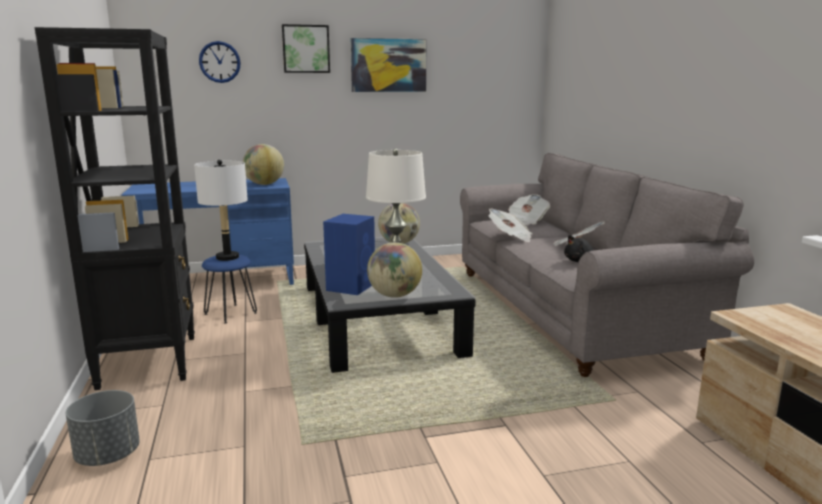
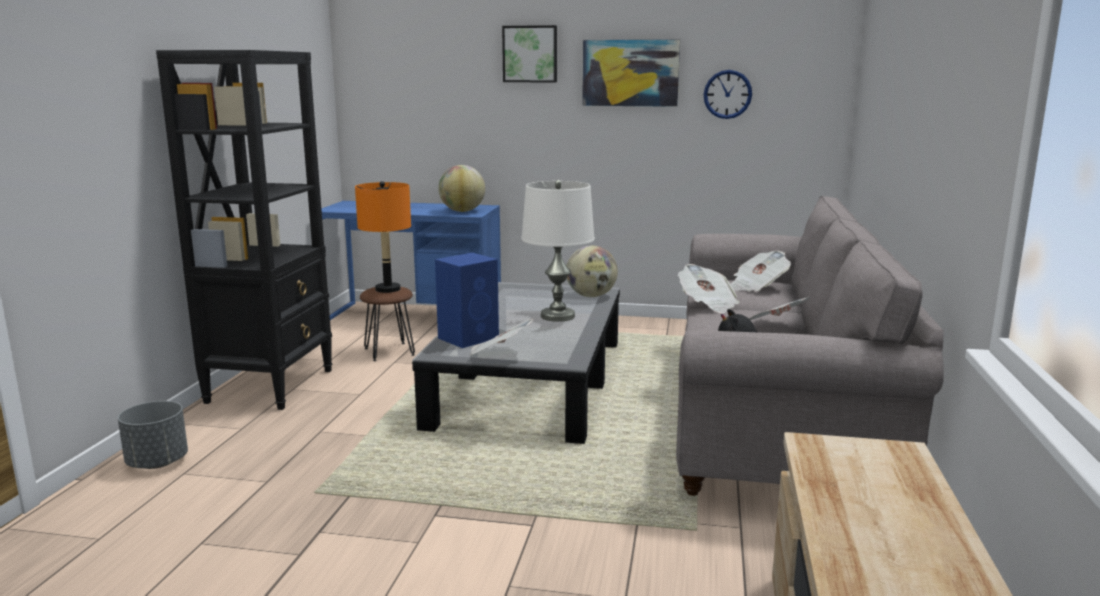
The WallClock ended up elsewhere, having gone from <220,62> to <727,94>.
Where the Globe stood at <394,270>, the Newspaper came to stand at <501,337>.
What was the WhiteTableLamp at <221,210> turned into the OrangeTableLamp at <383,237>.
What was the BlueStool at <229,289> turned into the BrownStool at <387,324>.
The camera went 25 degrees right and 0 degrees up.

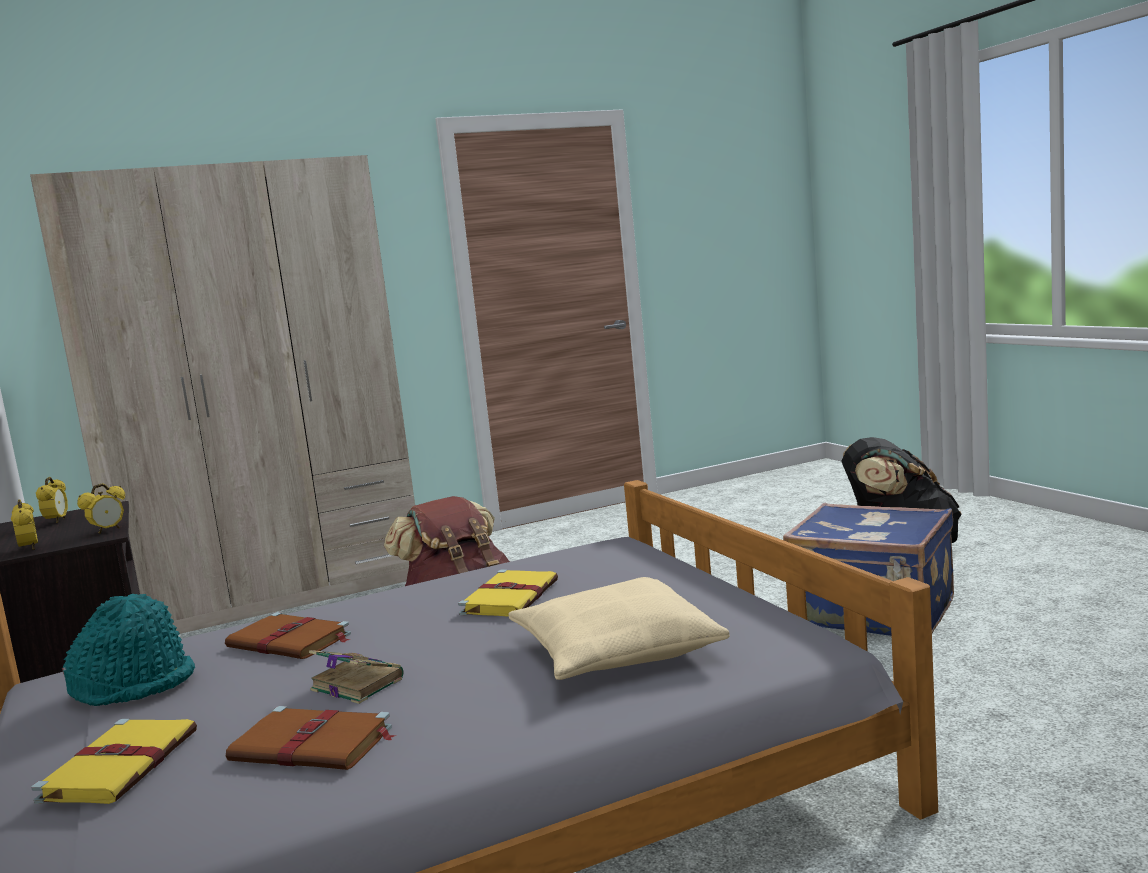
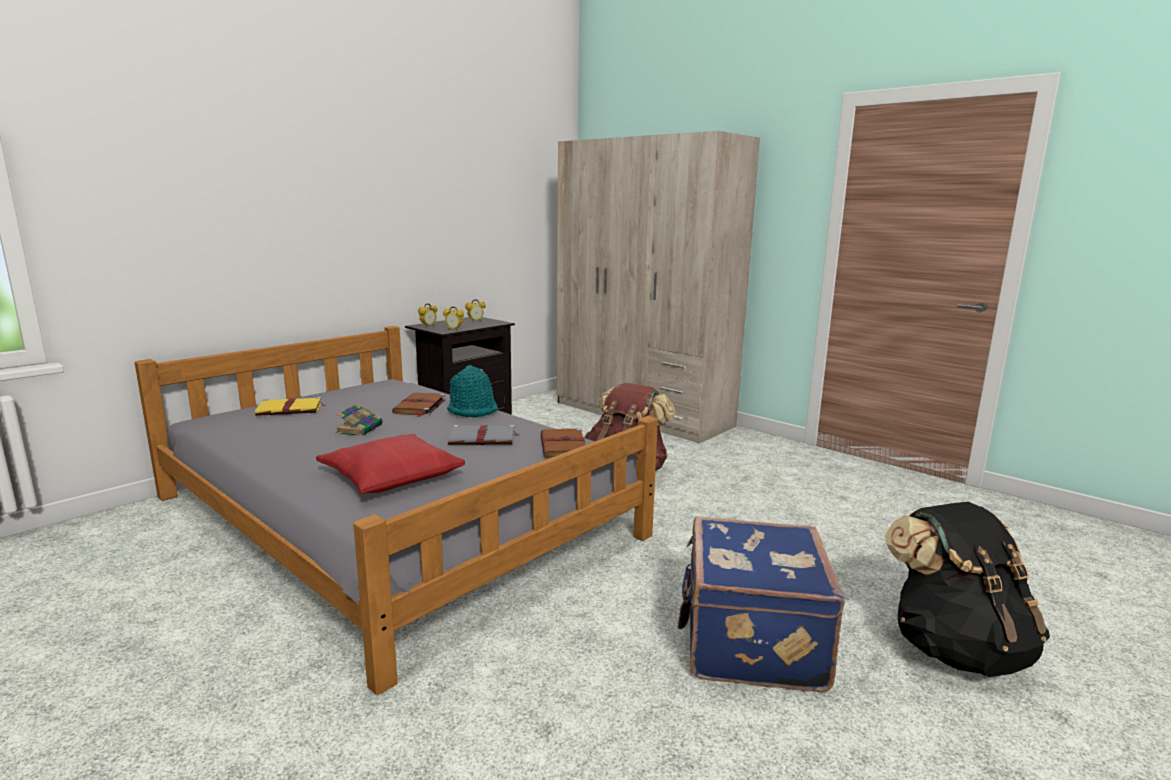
The TurquoiseHat ended up elsewhere, having gone from <128,650> to <472,391>.
The BrownBook ended up elsewhere, having gone from <311,738> to <563,443>.
What was the YellowBook at <508,593> turned into the GreyBook at <484,435>.
What was the BeigePillow at <619,628> turned into the RedPillow at <390,464>.
The camera went 65 degrees right and 5 degrees up.

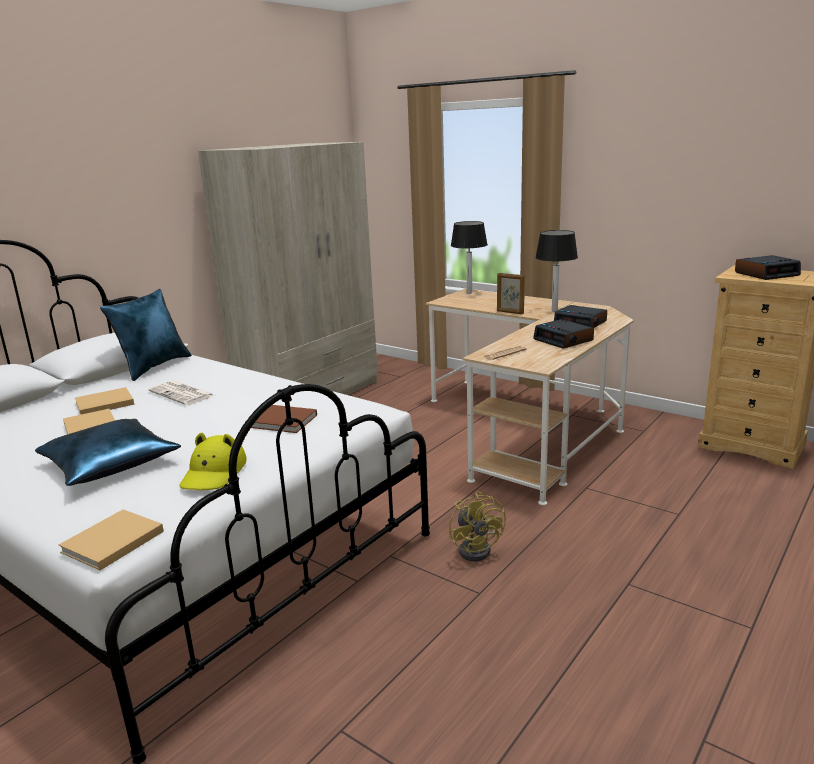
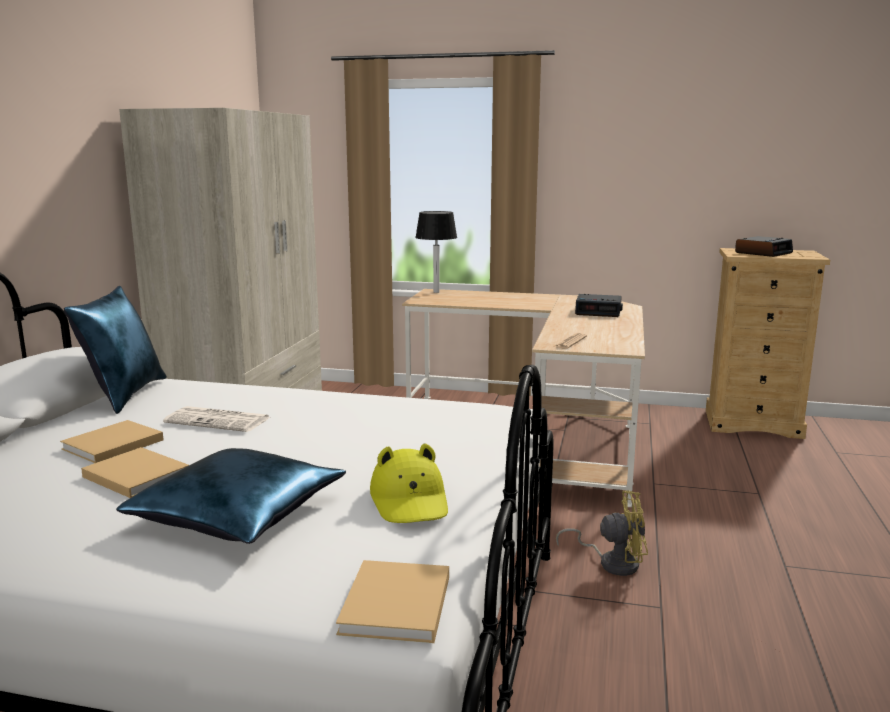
The second view lost the BrownBook at <284,419>.
The second view lost the PictureFrame at <511,293>.
The second view lost the AlarmClock at <563,334>.
The second view lost the TableLamp at <556,271>.
The YellowFan at <477,526> ended up facing another way, 45 degrees counterclockwise from before.
The camera went 25 degrees left and 5 degrees down.

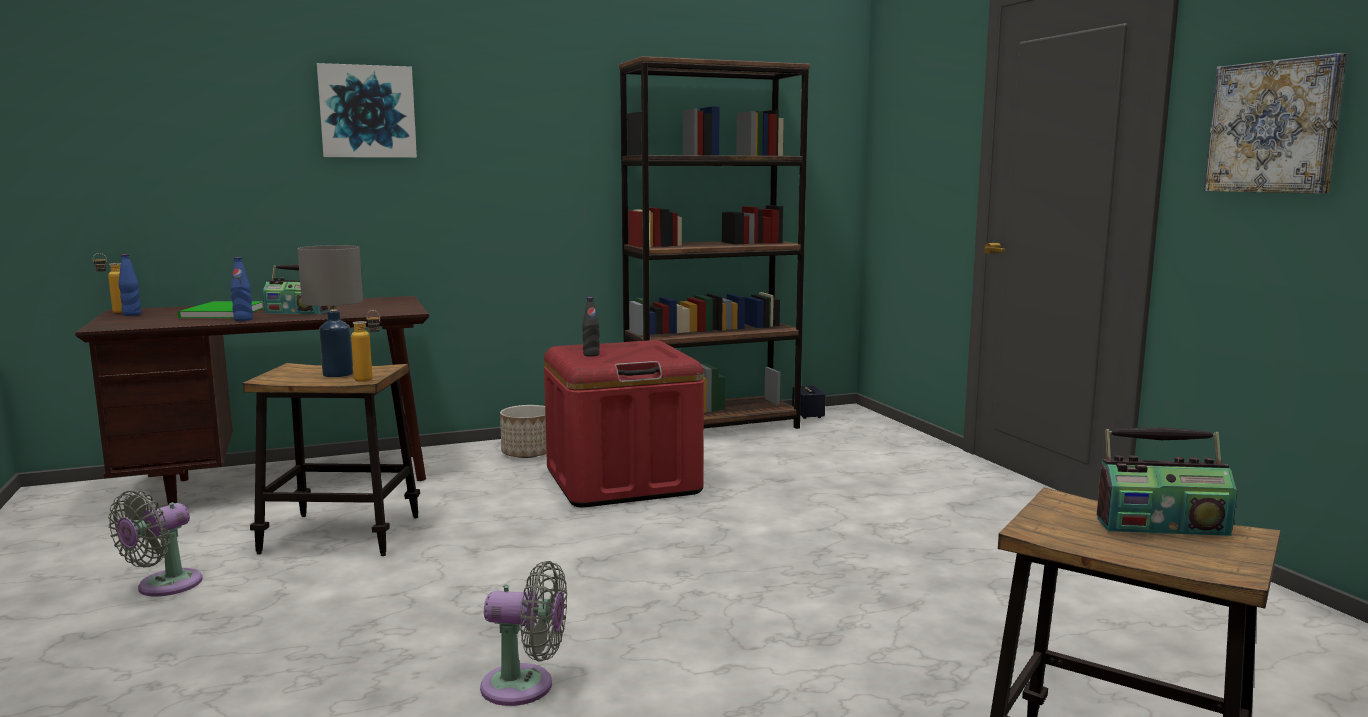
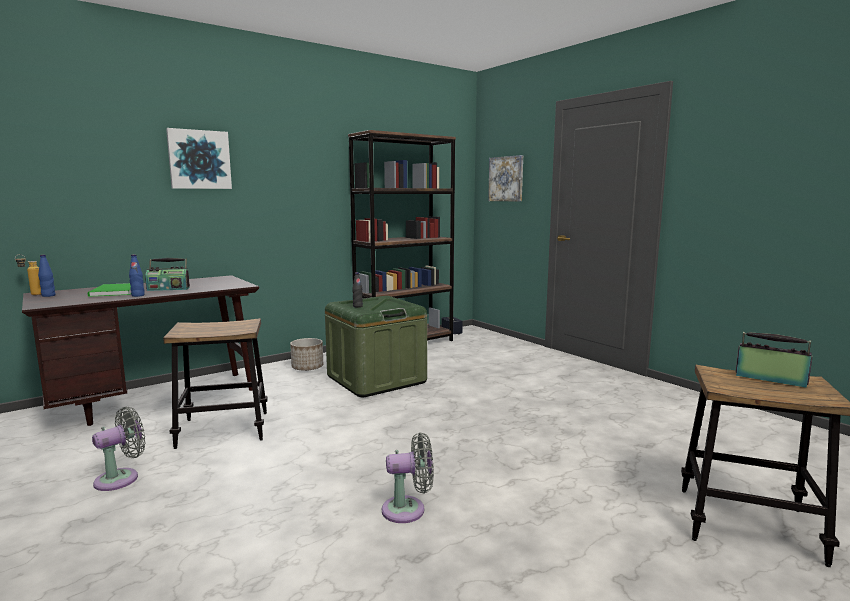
The second view lost the GreyTableLamp at <330,311>.
The second view lost the Bottle at <365,345>.
The Picture ended up elsewhere, having gone from <1275,123> to <505,178>.
What was the RedStorageBox at <624,424> turned into the GreenStorageBox at <376,346>.
The GreyFan at <155,543> ended up facing another way, 150 degrees counterclockwise from before.
The Radio at <1167,481> ended up facing another way, 135 degrees counterclockwise from before.
The camera went 15 degrees left and 0 degrees up.

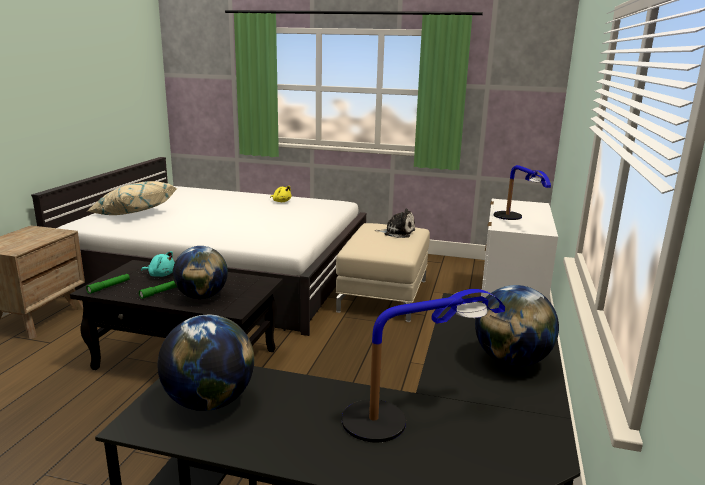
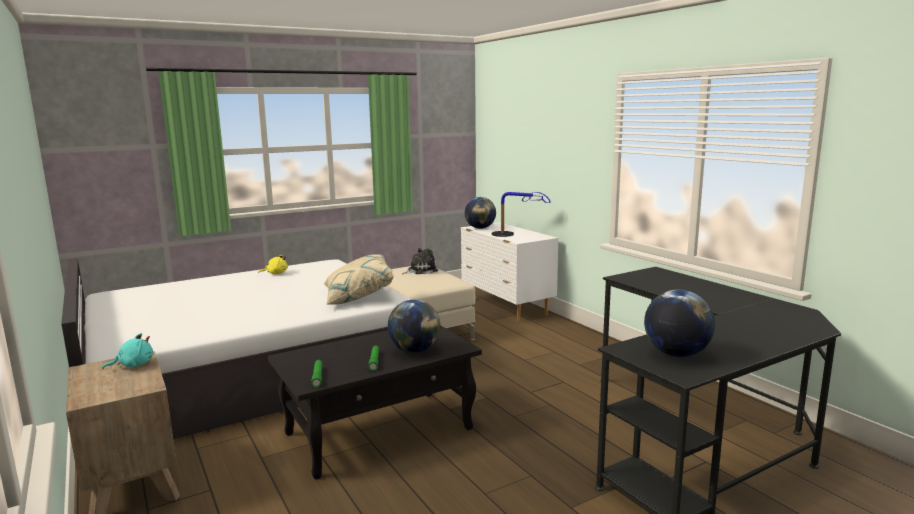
The second view lost the TableLamp at <423,366>.
The BeigePillow ended up elsewhere, having gone from <132,198> to <359,279>.
The TurquoisePlushToy ended up elsewhere, having gone from <158,264> to <127,351>.
The Globe ended up elsewhere, having gone from <517,326> to <480,213>.
The camera went 45 degrees left and 5 degrees down.

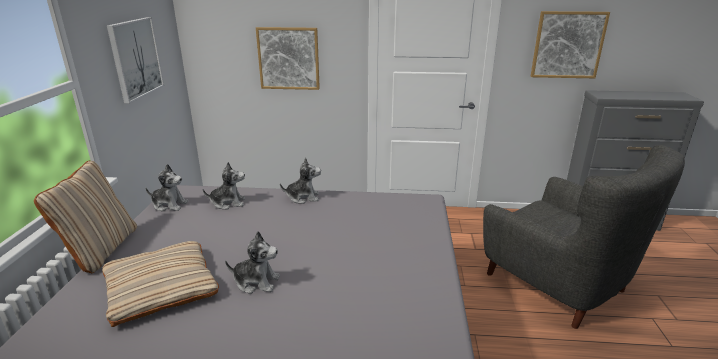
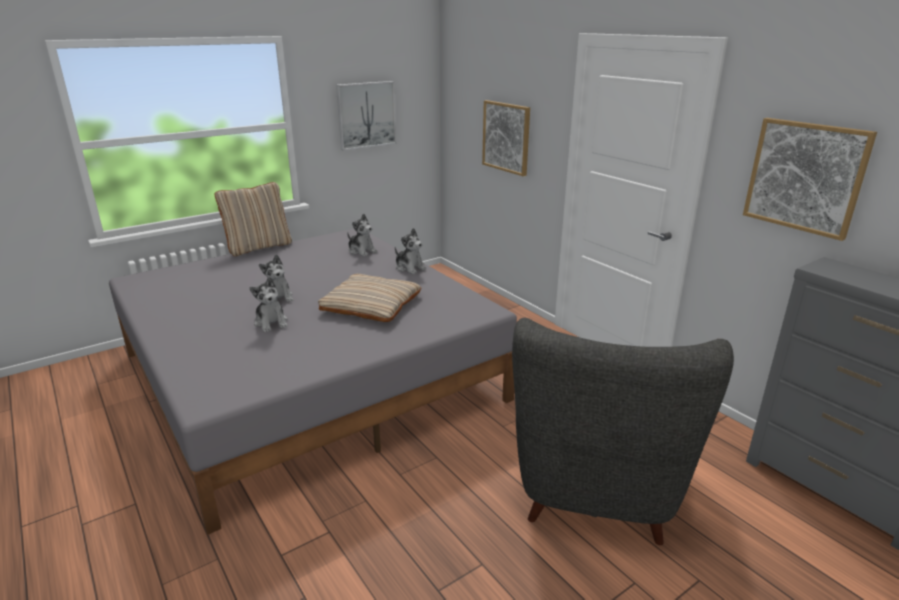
The BeigePillow ended up elsewhere, having gone from <160,284> to <369,298>.
The PlushToy ended up elsewhere, having gone from <167,188> to <268,304>.
The camera went 50 degrees right and 0 degrees up.

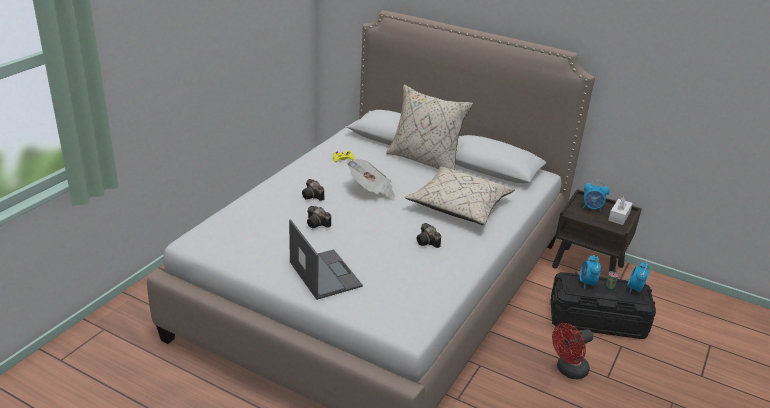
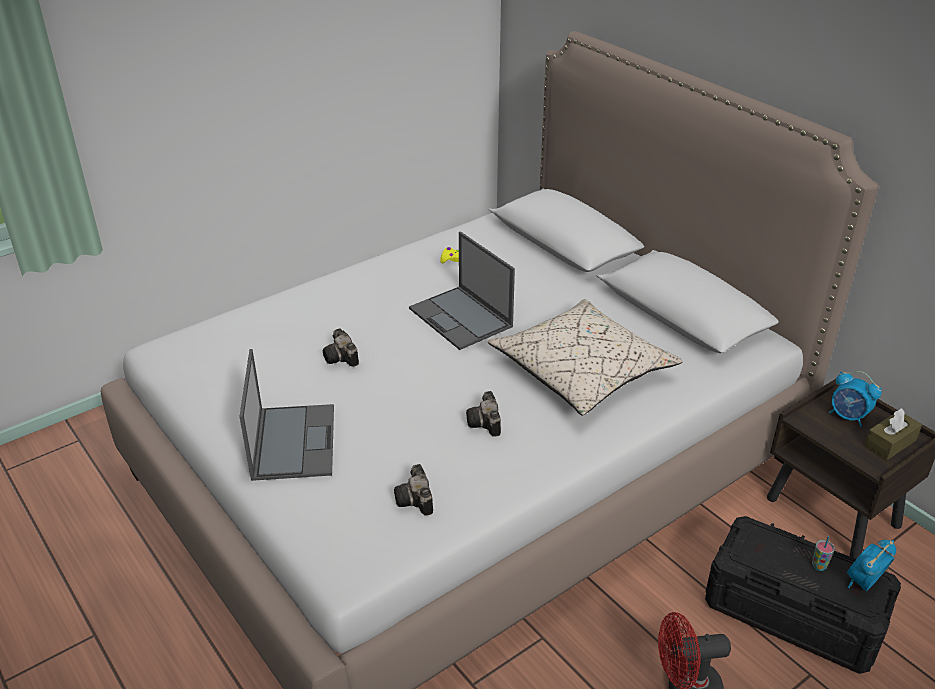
The second view lost the BeigePillow at <429,127>.
The second view lost the AlarmClock at <590,271>.
The PhotoCamera ended up elsewhere, having gone from <313,190> to <413,490>.
Where the Newspaper stood at <371,178>, the Laptop came to stand at <462,290>.
What was the WhiteTissueBox at <620,210> turned into the BrownTissueBox at <893,434>.
The camera went 25 degrees right and 5 degrees up.

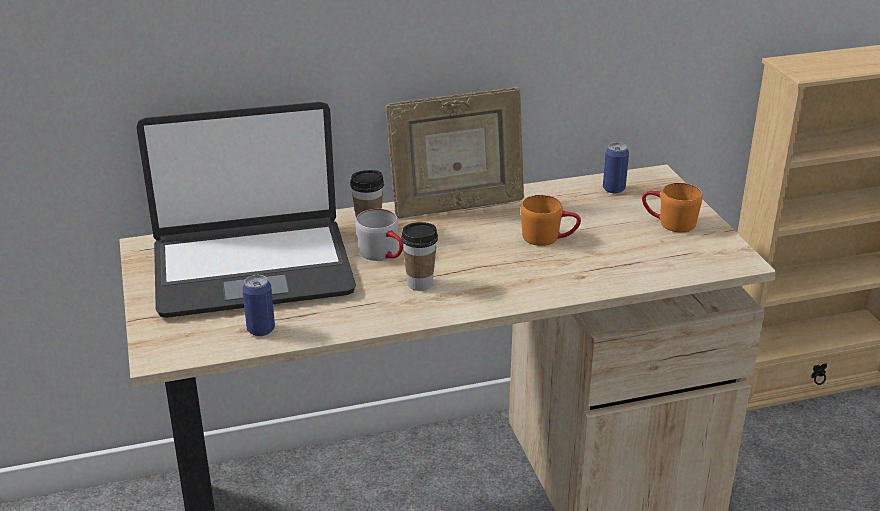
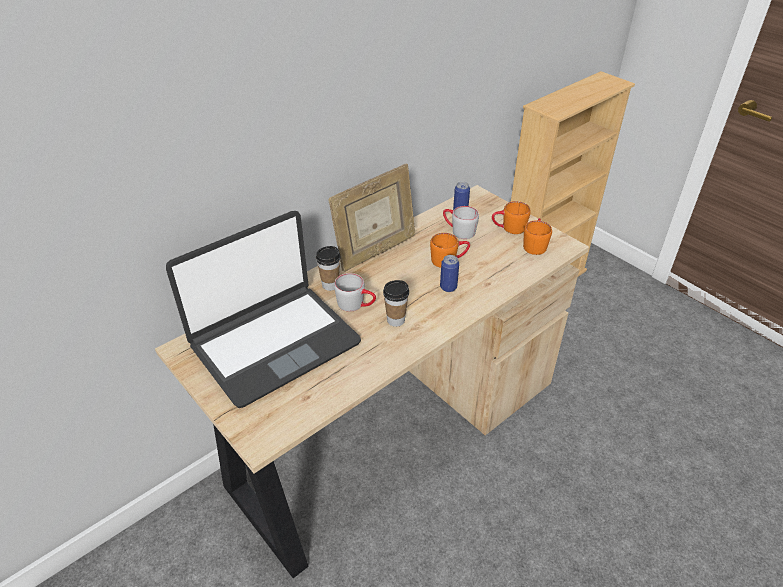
The second view gained the GreyMug at <461,222>.
The second view gained the OrangeMug at <537,236>.
The Can ended up elsewhere, having gone from <258,305> to <449,273>.
The camera went 25 degrees left and 10 degrees up.

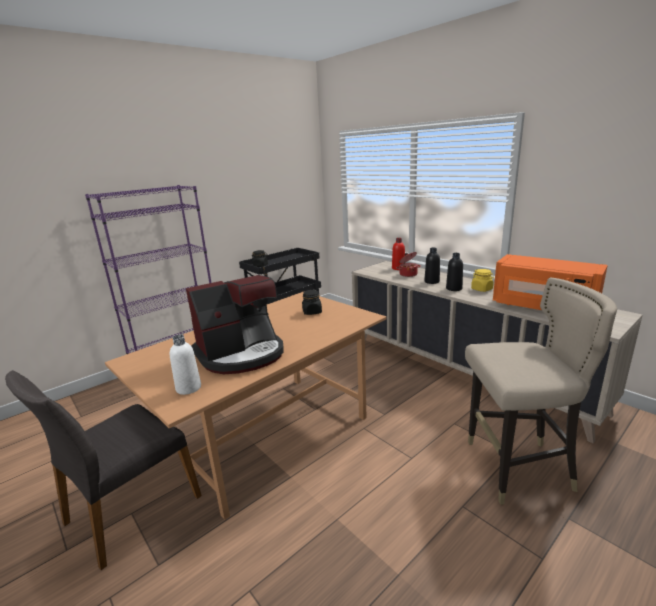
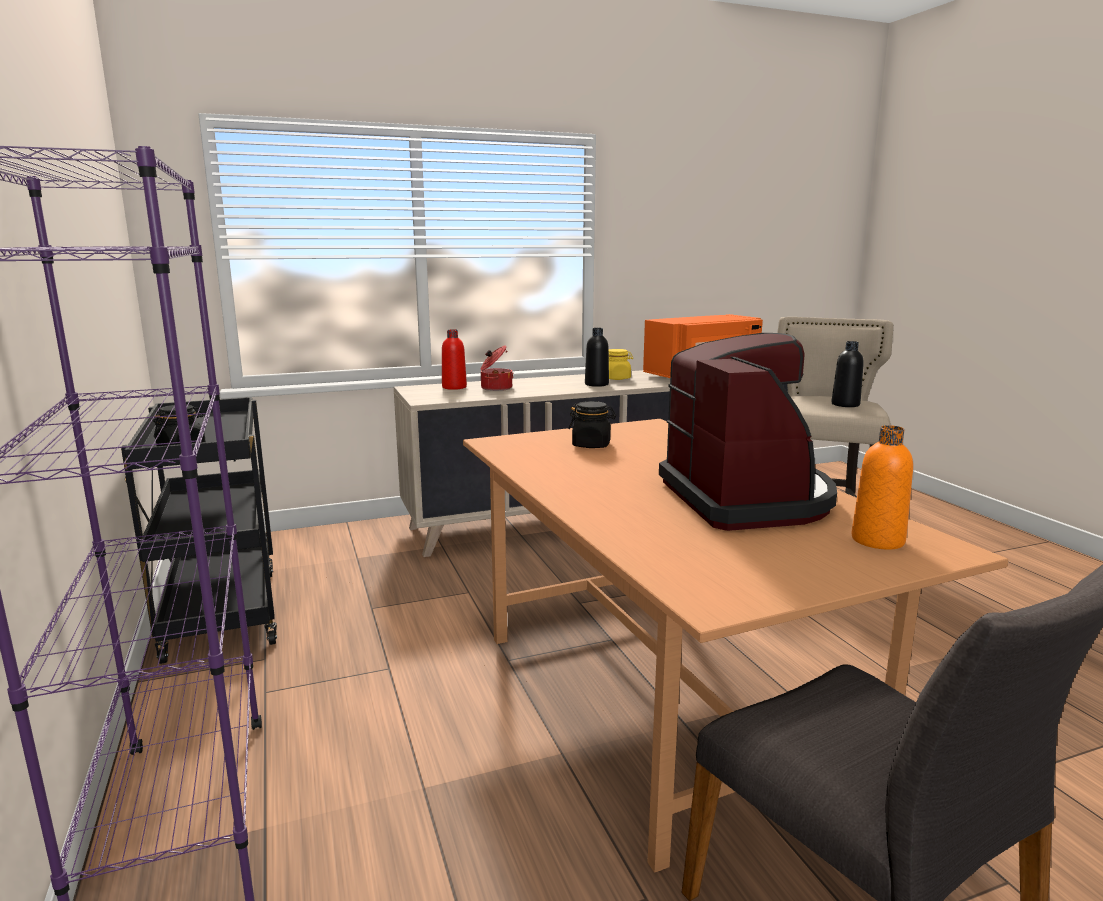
The BlackBottle ended up elsewhere, having gone from <432,266> to <847,374>.
What was the WhiteBottle at <185,364> turned into the OrangeBottle at <882,487>.
The camera went 70 degrees left and 5 degrees down.

